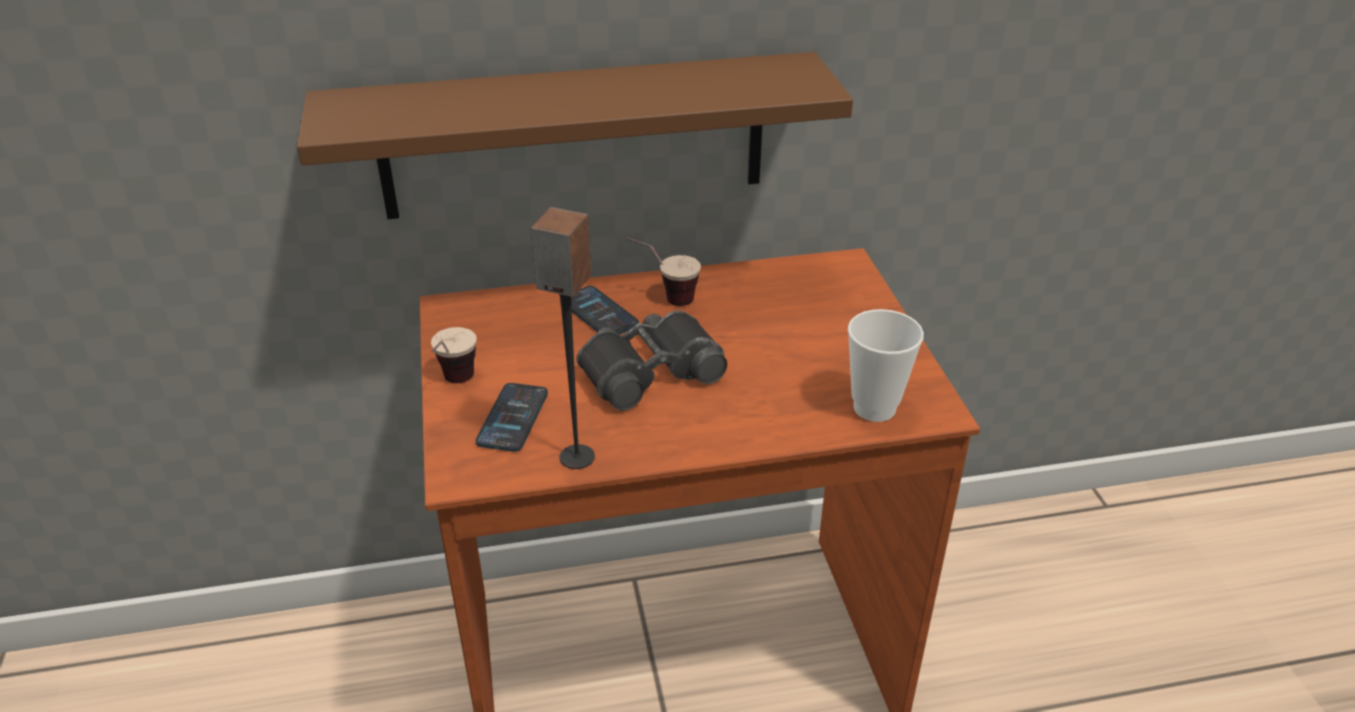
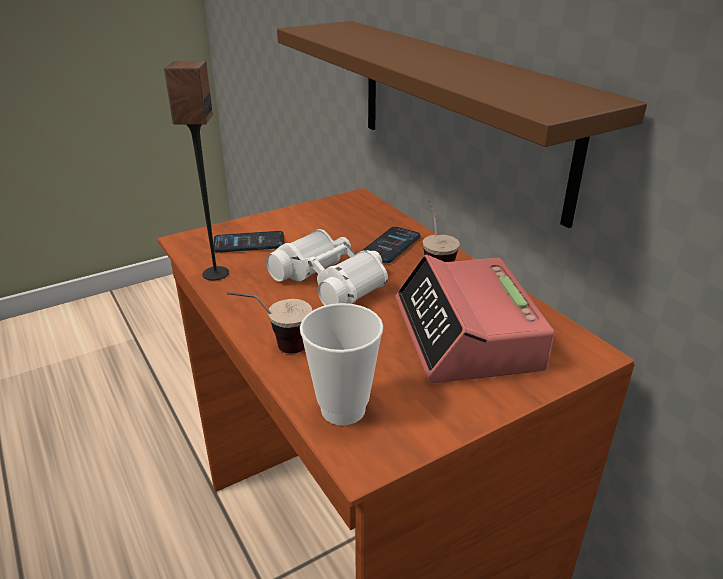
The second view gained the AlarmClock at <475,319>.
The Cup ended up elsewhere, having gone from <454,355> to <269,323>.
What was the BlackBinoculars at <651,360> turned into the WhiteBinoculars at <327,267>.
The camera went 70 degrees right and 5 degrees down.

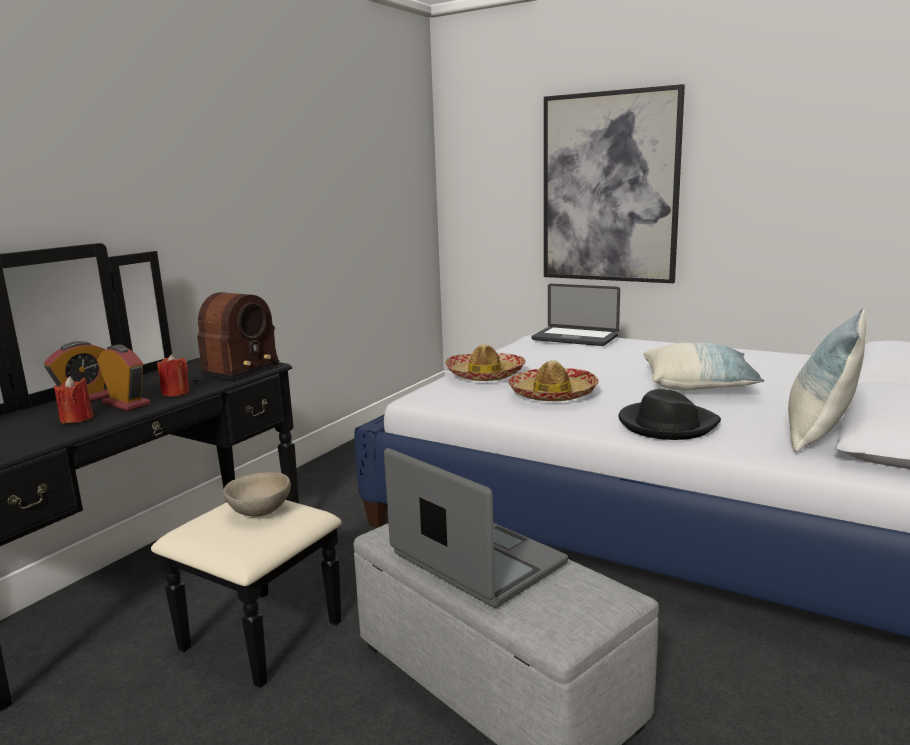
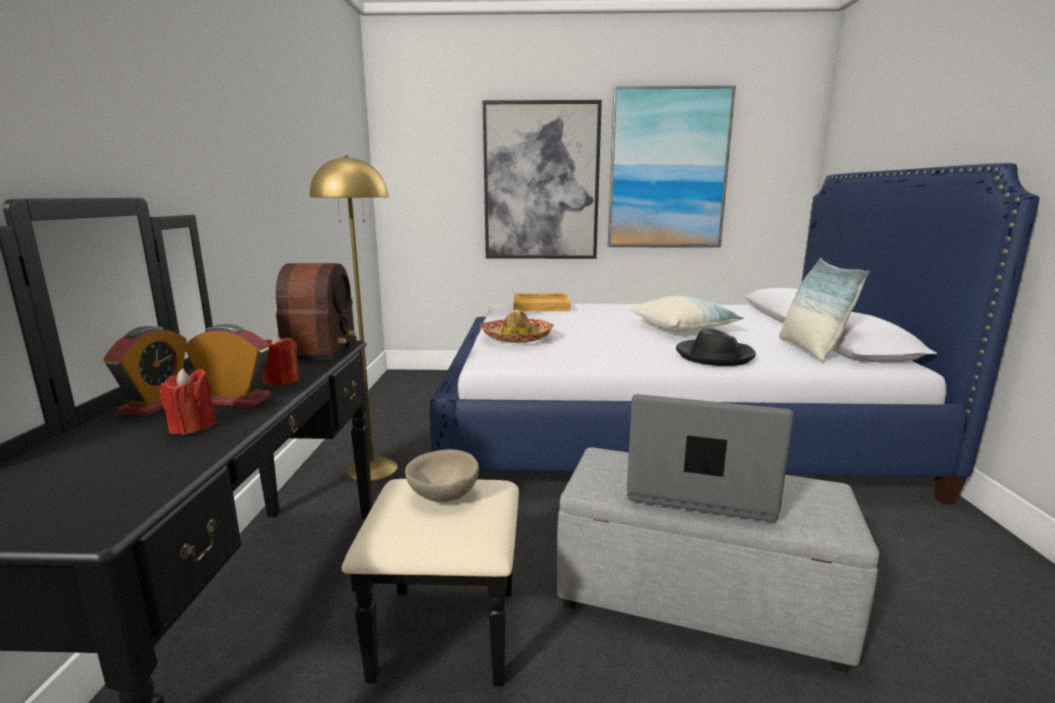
The second view lost the Hat at <553,380>.
The second view gained the YellowFloorLamp at <354,318>.
The second view gained the Picture at <672,166>.
Where the Laptop stood at <576,315>, the BeigeTray came to stand at <542,302>.
The camera went 30 degrees left and 0 degrees up.

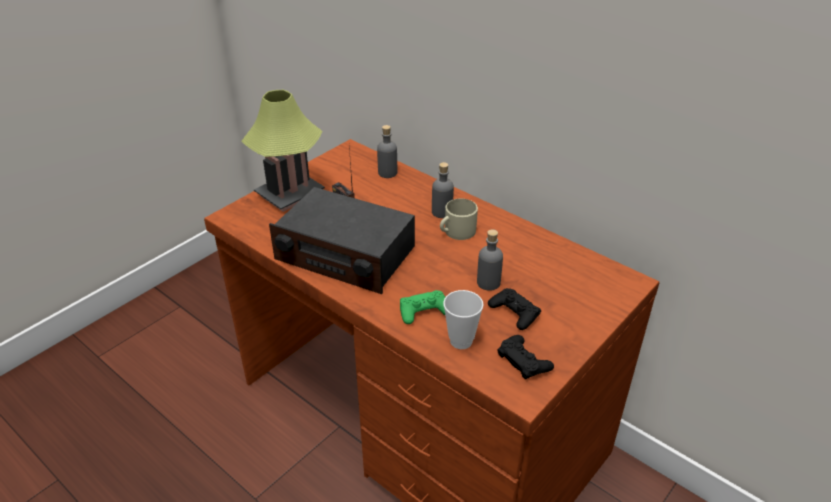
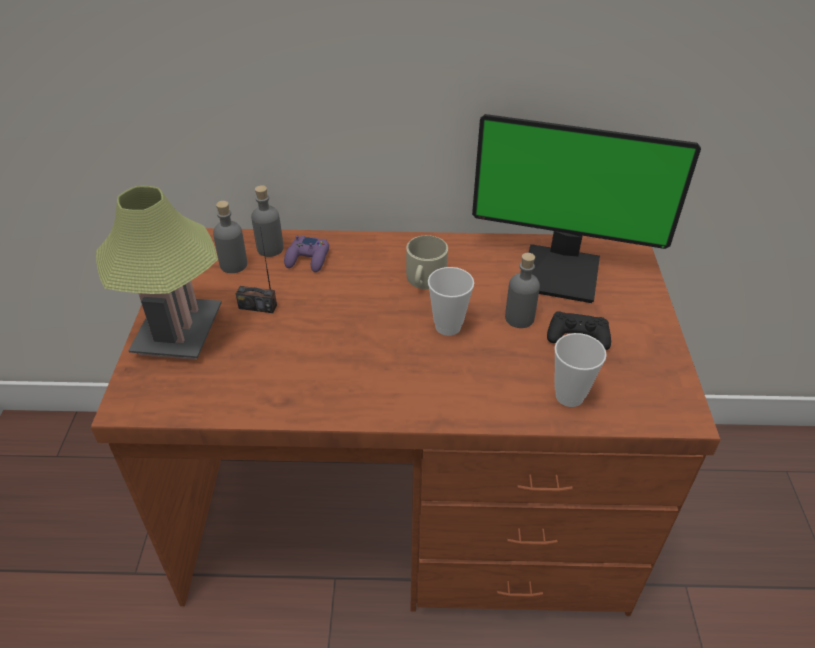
The second view lost the Radio at <342,240>.
The second view lost the GreenGameController at <422,307>.
The second view lost the BlackGameController at <525,357>.
The second view gained the PurpleGameController at <306,253>.
The second view gained the Cup at <451,301>.
The second view gained the Monitor at <586,208>.
The GreyBottle ended up elsewhere, having gone from <443,190> to <230,237>.
The camera went 40 degrees left and 5 degrees up.

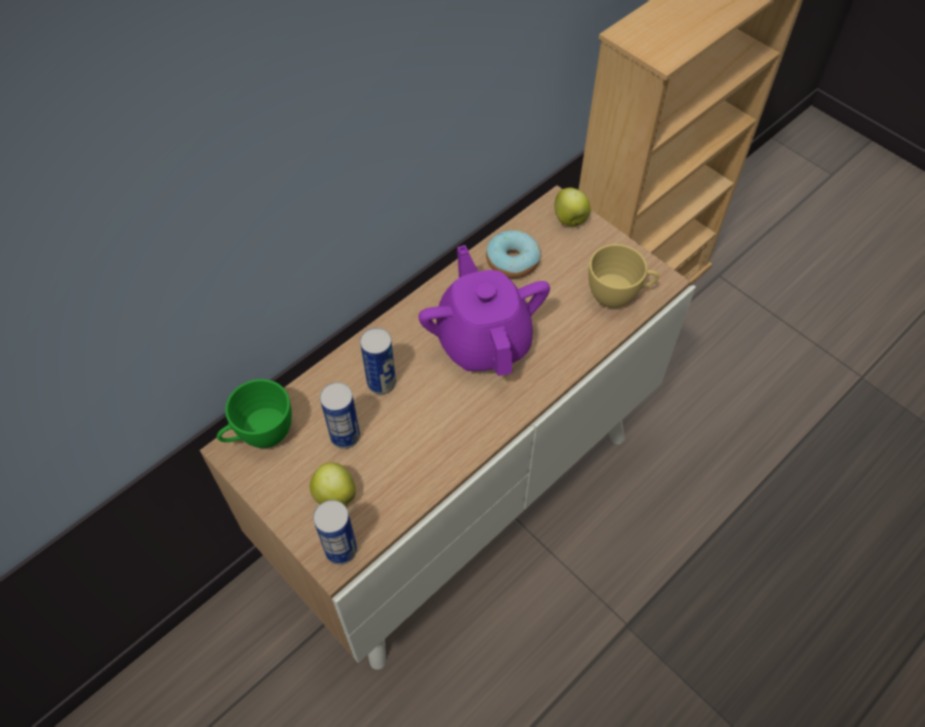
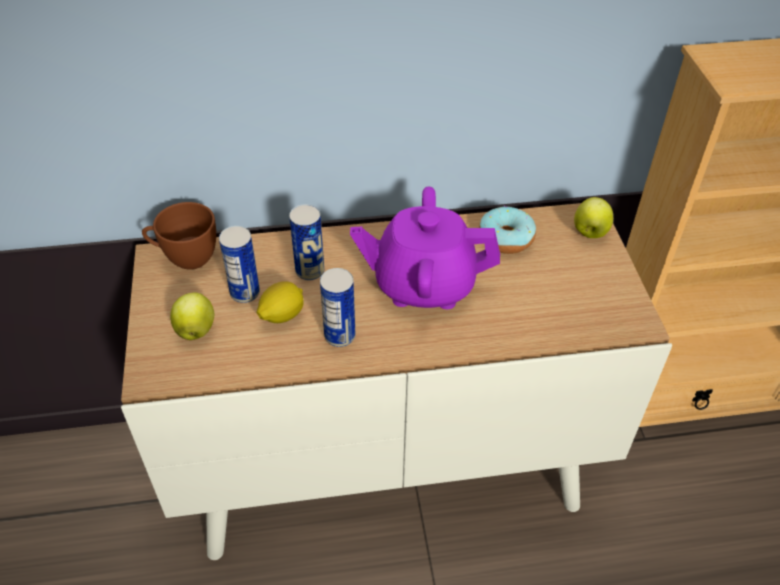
The second view lost the YellowCup at <623,276>.
The second view gained the Lemon at <280,302>.
The Can ended up elsewhere, having gone from <335,532> to <337,307>.
What was the GreenCup at <254,413> turned into the BrownCup at <179,236>.
The PurpleTeapot at <484,310> ended up facing another way, 105 degrees counterclockwise from before.
The camera went 35 degrees right and 10 degrees down.

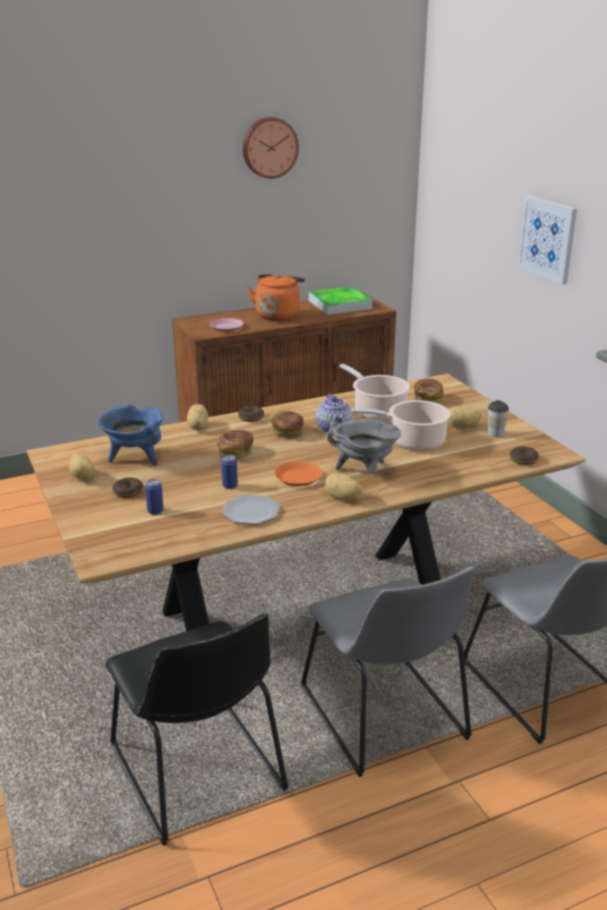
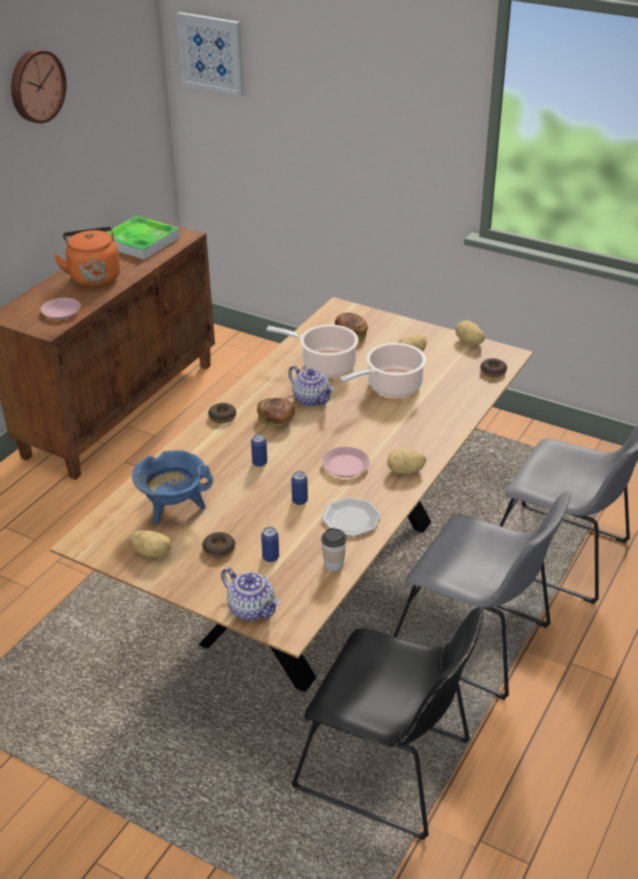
The second view lost the GreyCookingPot at <364,445>.
The second view gained the Teapot at <250,594>.
The Potato ended up elsewhere, having gone from <197,417> to <470,332>.
The Cup ended up elsewhere, having gone from <498,418> to <334,549>.
The Picture ended up elsewhere, having gone from <547,240> to <210,54>.
Where the Bread stood at <235,444>, the Can came to stand at <259,450>.
What was the OrangePlate at <298,473> turned into the PinkPlate at <346,462>.
The camera went 35 degrees left and 10 degrees up.

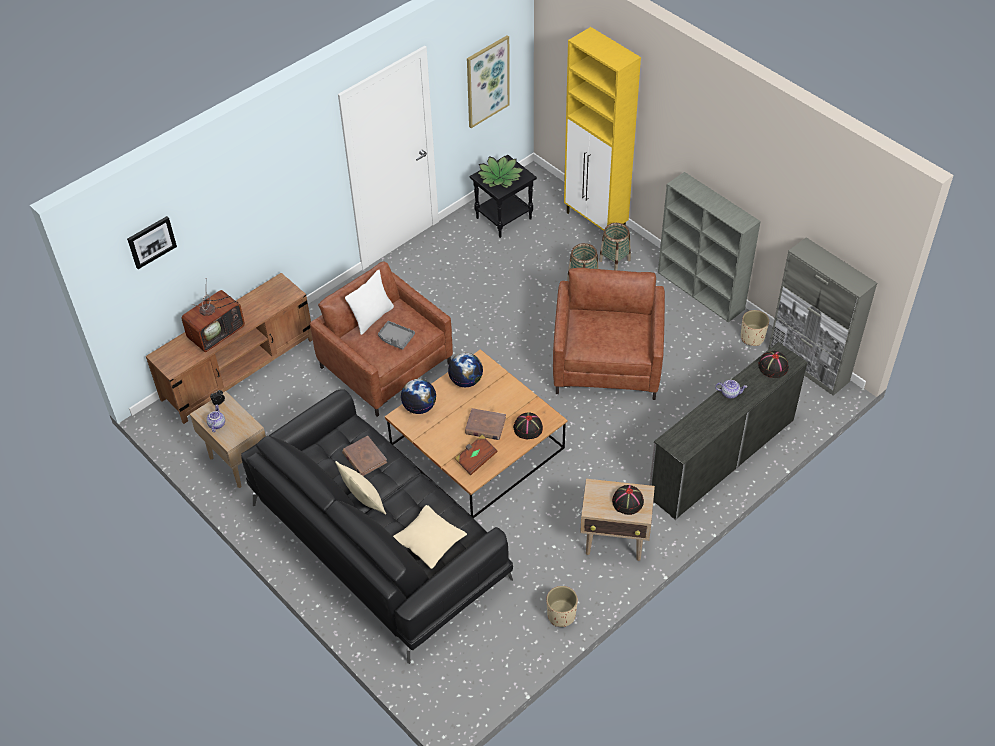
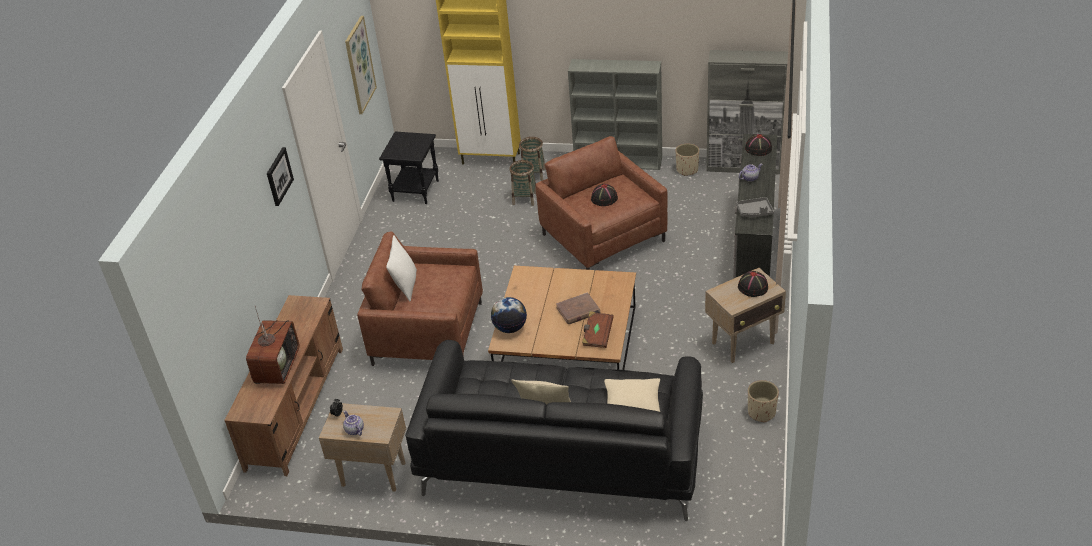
The second view lost the BrownBook at <364,456>.
The second view lost the Globe at <465,370>.
The second view lost the PottedPlant at <500,172>.
The Picture ended up elsewhere, having gone from <152,242> to <280,176>.
The GreyTray ended up elsewhere, having gone from <396,335> to <755,207>.
The BlackHat ended up elsewhere, having gone from <528,425> to <604,195>.
The camera went 35 degrees left and 10 degrees down.

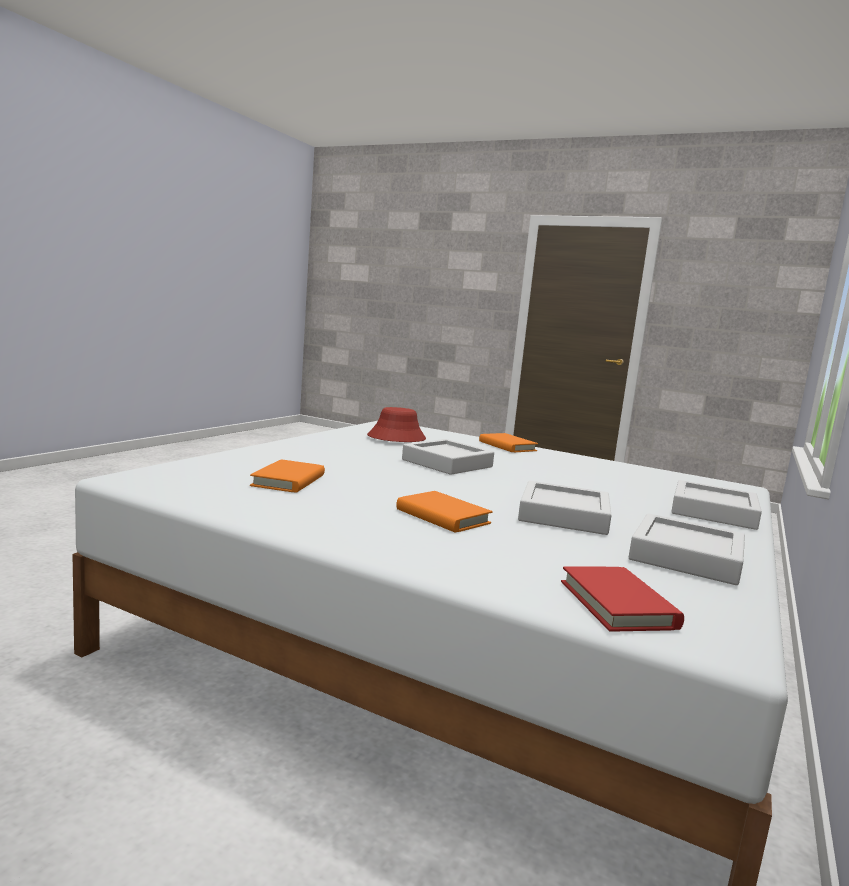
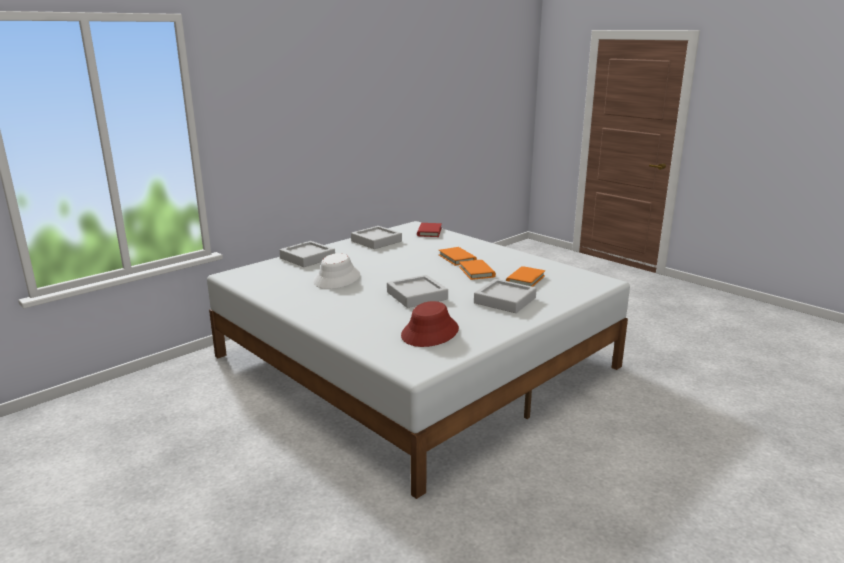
The second view gained the WhiteHat at <336,271>.
The OrangeBook ended up elsewhere, having gone from <508,442> to <477,270>.
The GreyTray ended up elsewhere, having gone from <565,508> to <505,296>.
The camera went 160 degrees left and 10 degrees up.

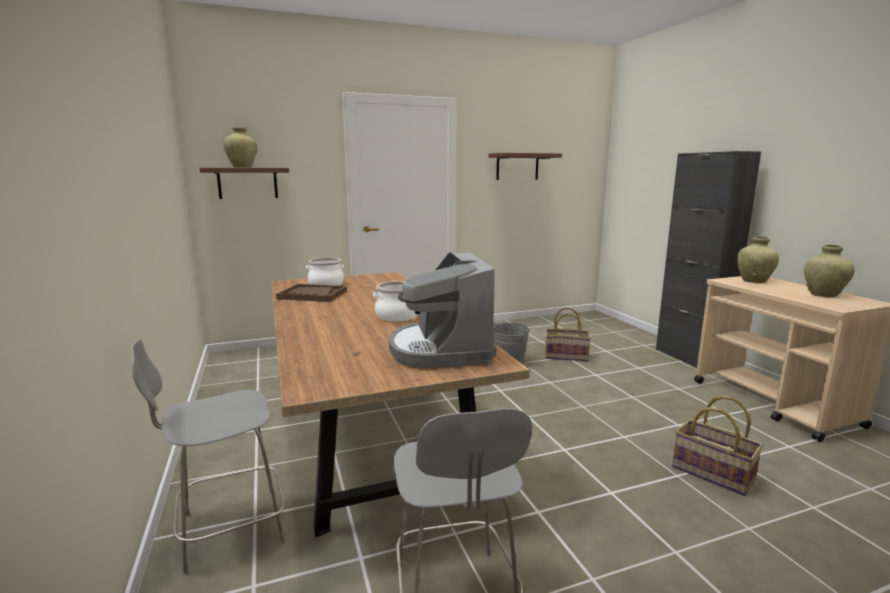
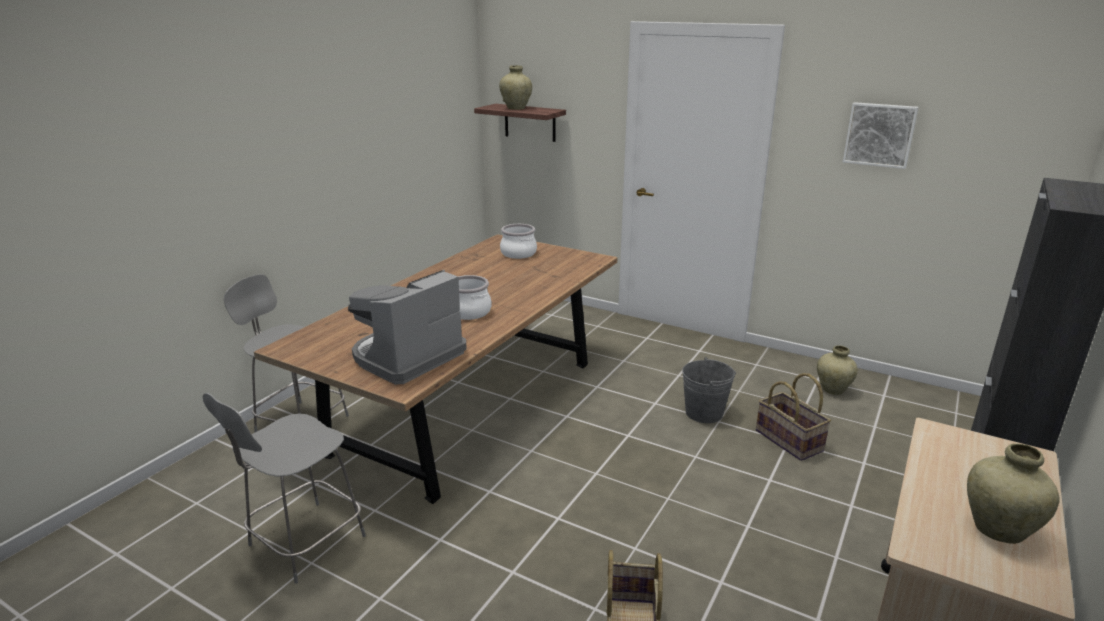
The second view lost the BrownTray at <311,293>.
The BeigeVase ended up elsewhere, having gone from <758,260> to <837,370>.
Where the Shelf hung at <525,166>, the Picture came to hang at <880,135>.
The camera went 50 degrees right and 10 degrees up.

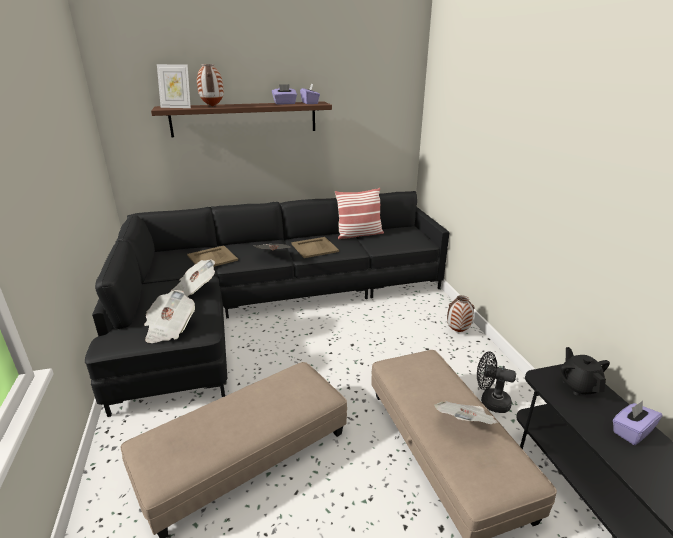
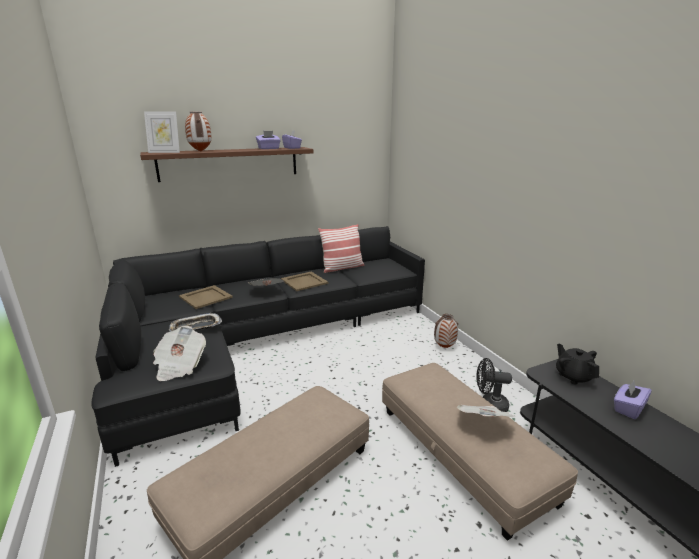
Where the Newspaper stood at <192,278>, the Tray came to stand at <195,322>.
The camera went 10 degrees left and 5 degrees down.

